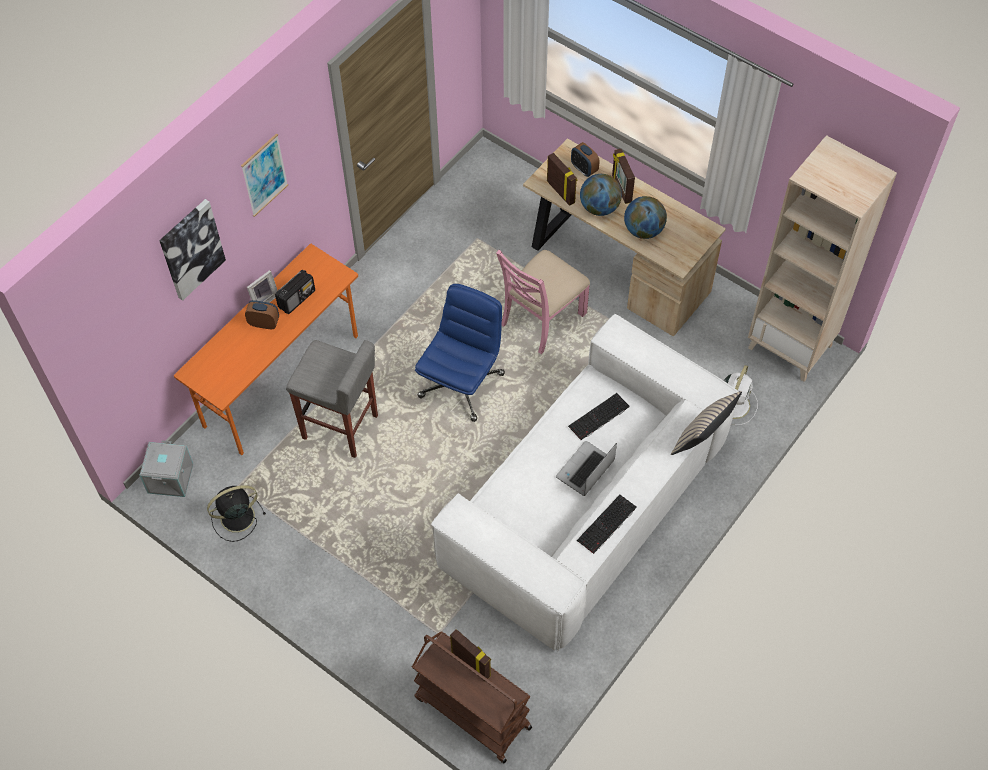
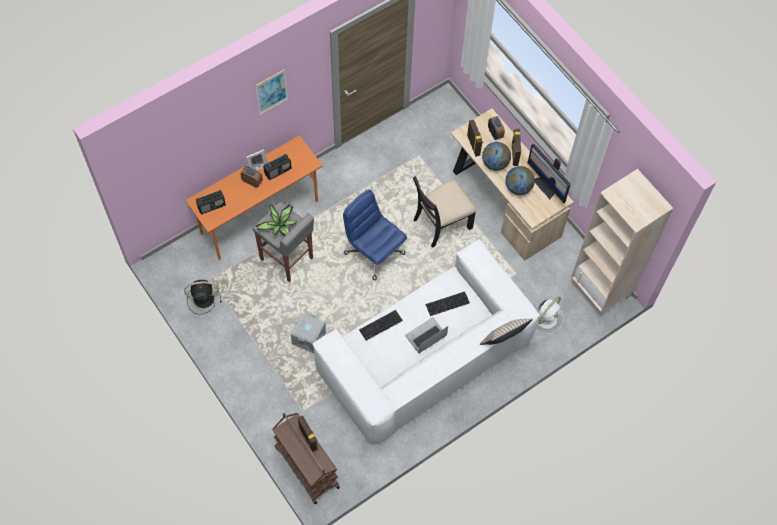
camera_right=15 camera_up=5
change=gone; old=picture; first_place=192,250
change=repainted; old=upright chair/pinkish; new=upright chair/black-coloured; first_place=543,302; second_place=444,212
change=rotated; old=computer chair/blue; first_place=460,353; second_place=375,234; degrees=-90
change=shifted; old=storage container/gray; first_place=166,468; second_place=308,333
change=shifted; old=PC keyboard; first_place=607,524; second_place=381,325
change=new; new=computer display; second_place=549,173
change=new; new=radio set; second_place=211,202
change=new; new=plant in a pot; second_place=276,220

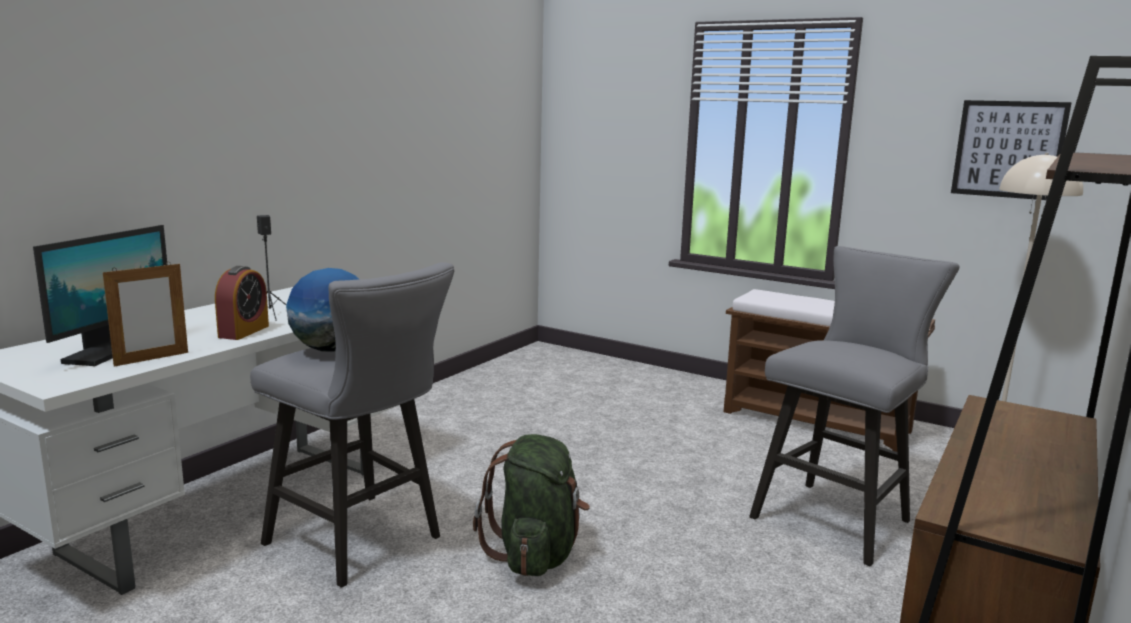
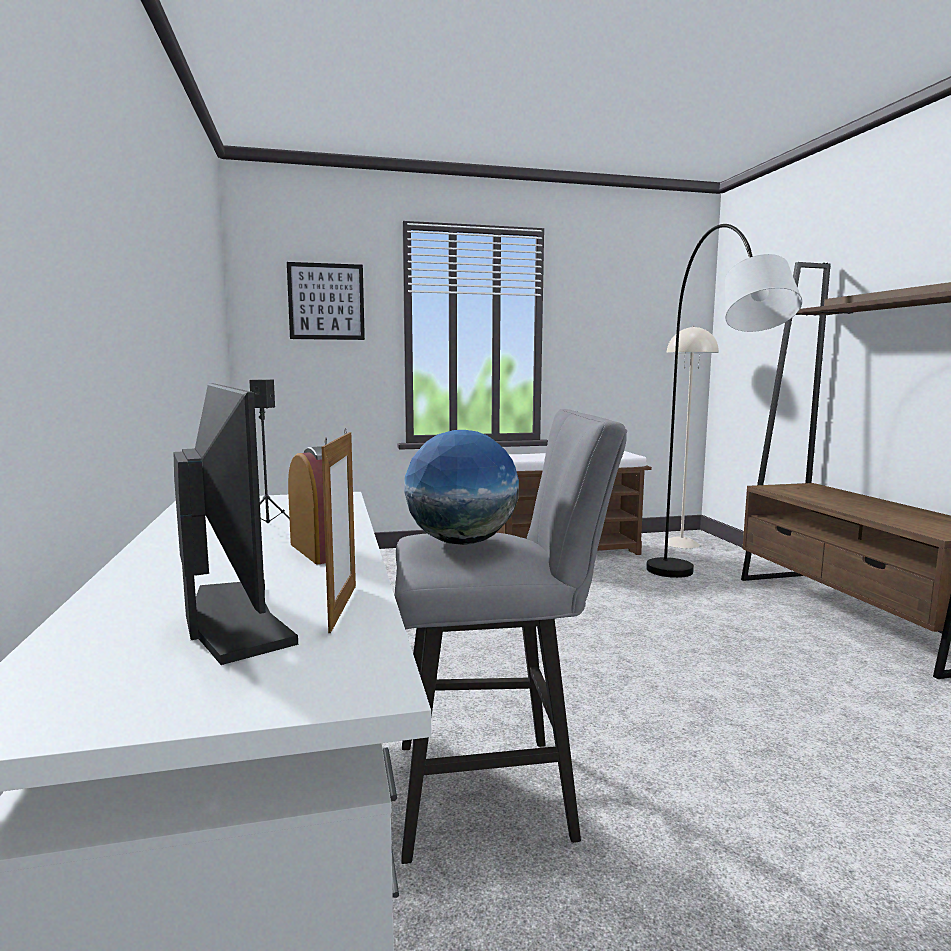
camera_right=-45 camera_up=-5
change=shifted; old=picture; first_place=1011,150; second_place=326,301
change=swapped; old=sitting stool/gray; new=standard lamp/gray; first_place=854,406; second_place=724,401
change=gone; old=backpack/green-coloured; first_place=531,505

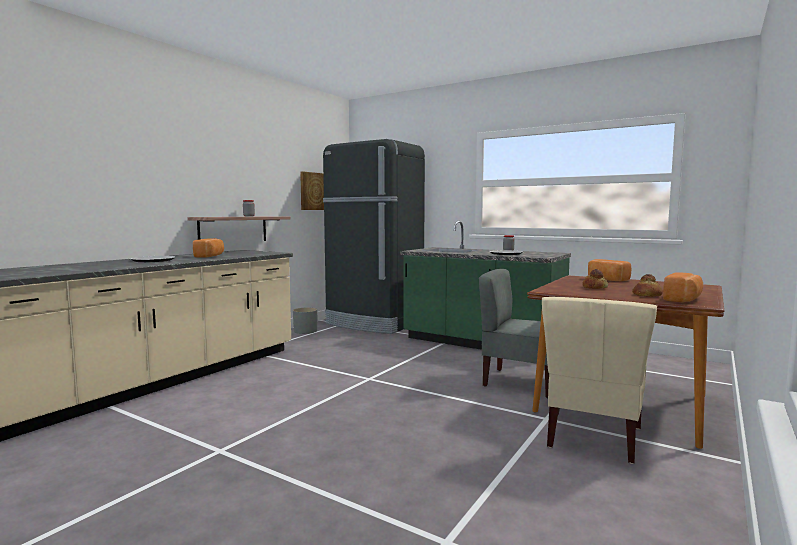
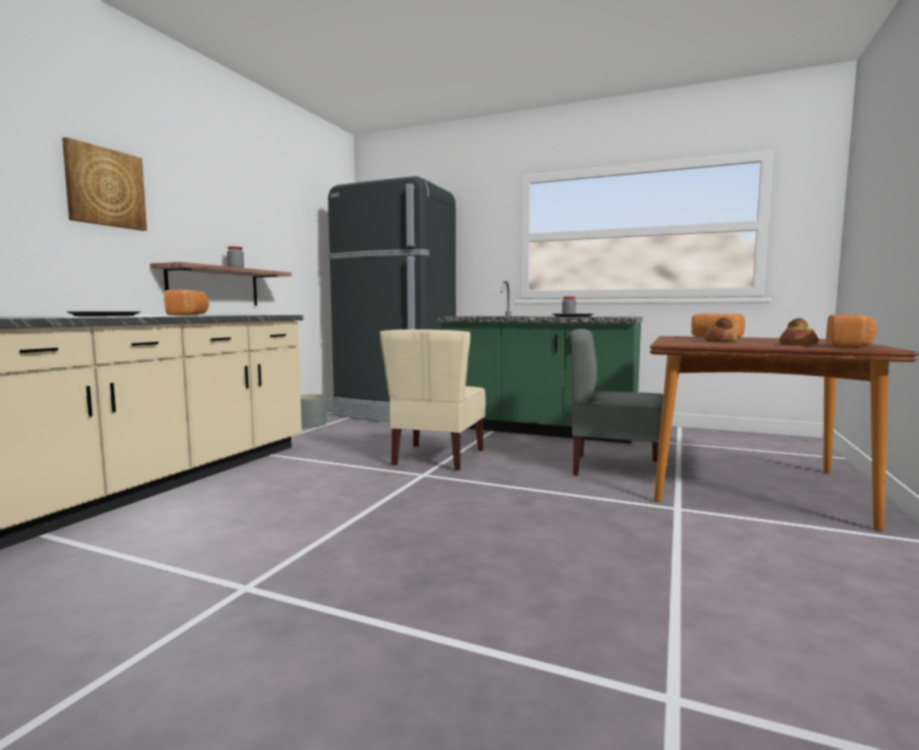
camera_right=-10 camera_up=0
change=shifted; old=picture; first_place=312,191; second_place=104,184
change=shifted; old=upright chair/beige; first_place=599,380; second_place=432,400

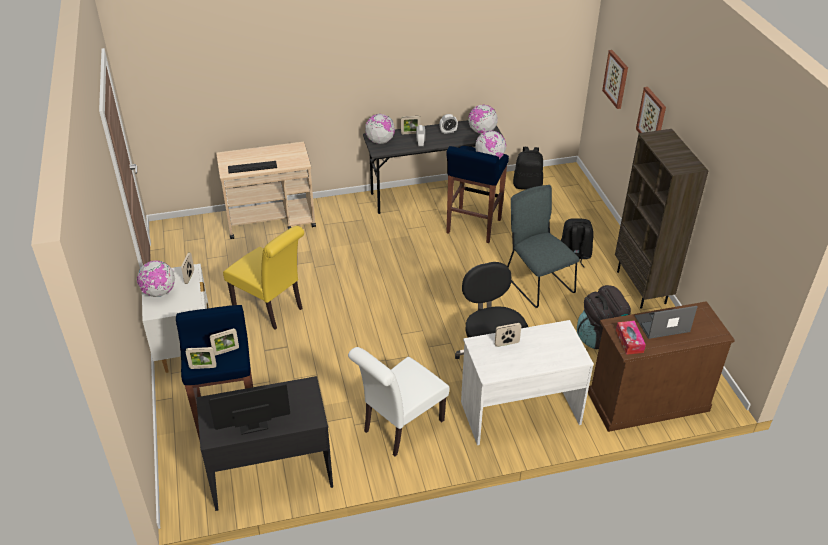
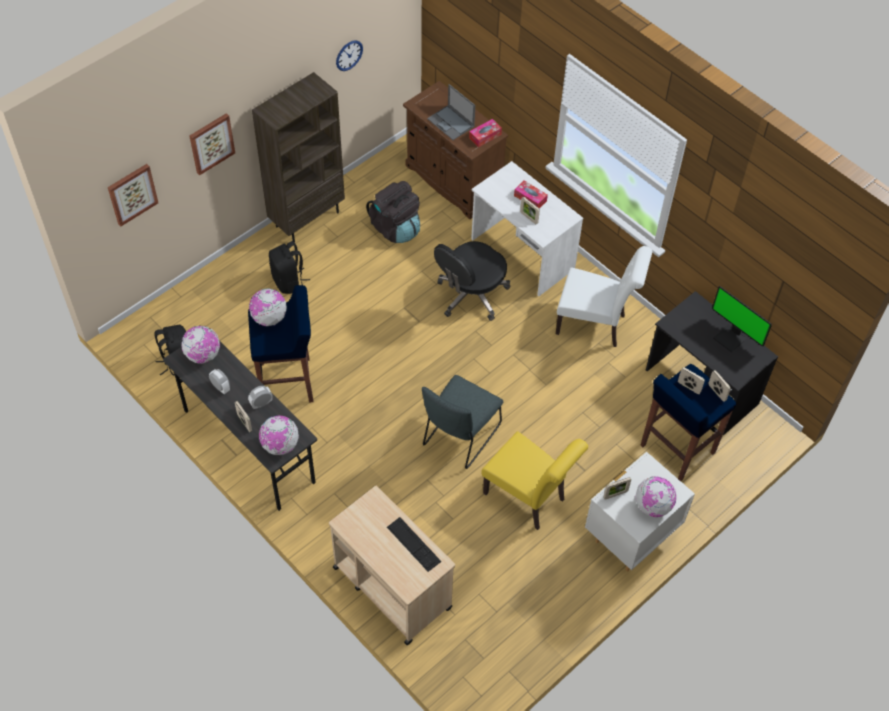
camera_right=-120 camera_up=15
change=shifted; old=upright chair/gray; first_place=543,246; second_place=462,422
change=rotated; old=upright chair/yellow; first_place=263,278; second_place=535,480; degrees=120
change=new; new=wall clock; second_place=349,55
change=new; new=tissue holder; second_place=531,194

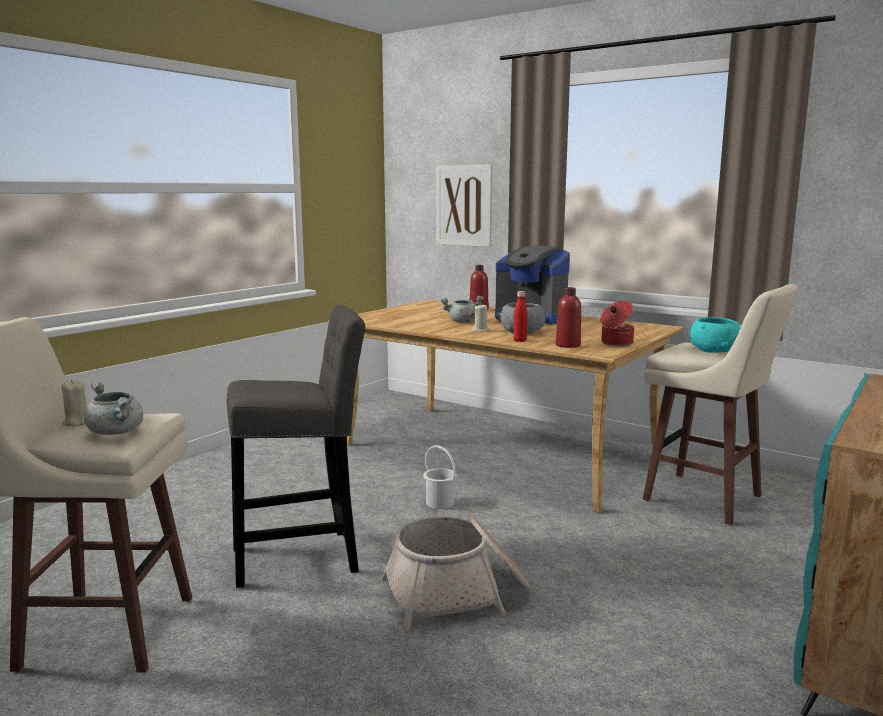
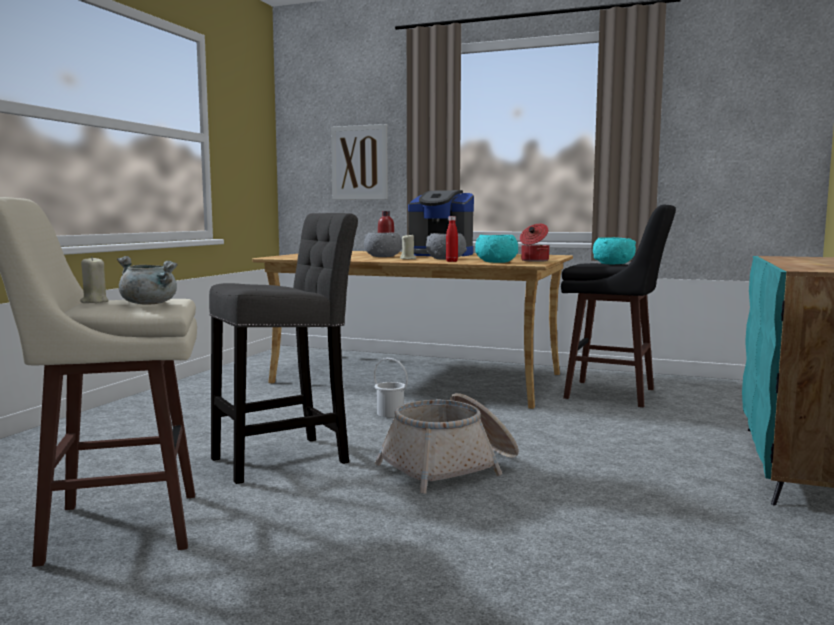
camera_right=-15 camera_up=-5
change=repainted; old=sitting stool/beige; new=sitting stool/black-coloured; first_place=721,404; second_place=618,306
change=swapped; old=bottle/red-coloured; new=bowl/turquoise; first_place=568,317; second_place=496,249
change=swapped; old=stockpot/gray; new=bowl/gray; first_place=462,309; second_place=383,244

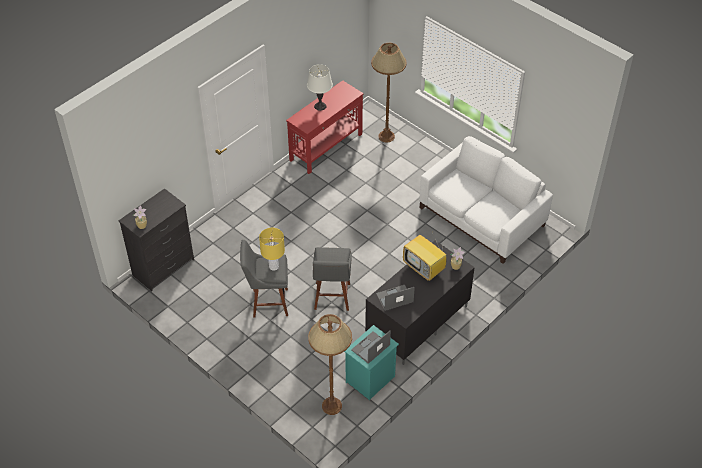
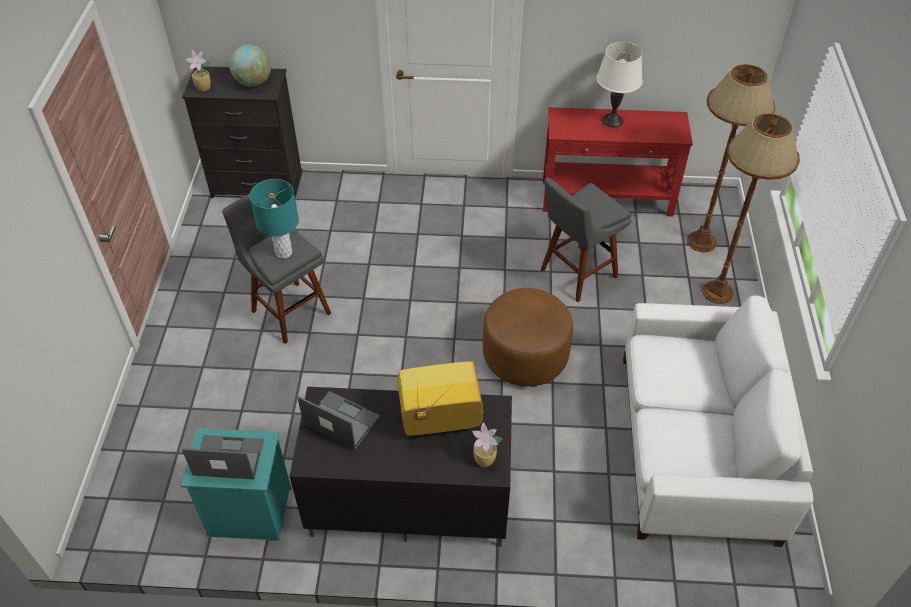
camera_right=50 camera_up=0
change=repainted; old=table lamp/yellow; new=table lamp/turquoise; first_place=272,249; second_place=274,219
change=rotated; old=television; first_place=425,256; second_place=440,398; degrees=75
change=shifted; old=sitting stool/gray; first_place=332,279; second_place=586,240
change=shifted; old=standard lamp/brown; first_place=330,364; second_place=751,208
change=new; new=desk globe; second_place=250,65
change=new; new=ottoman/brown; second_place=528,337

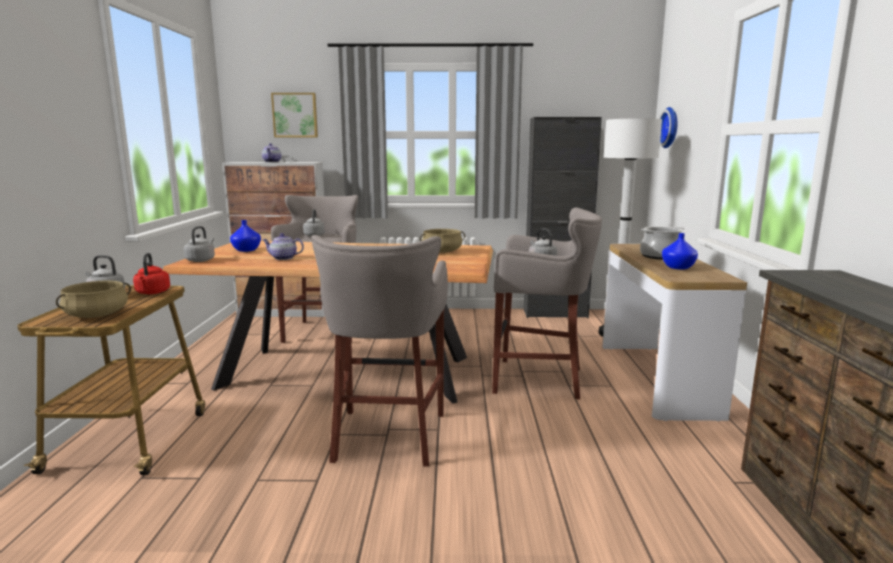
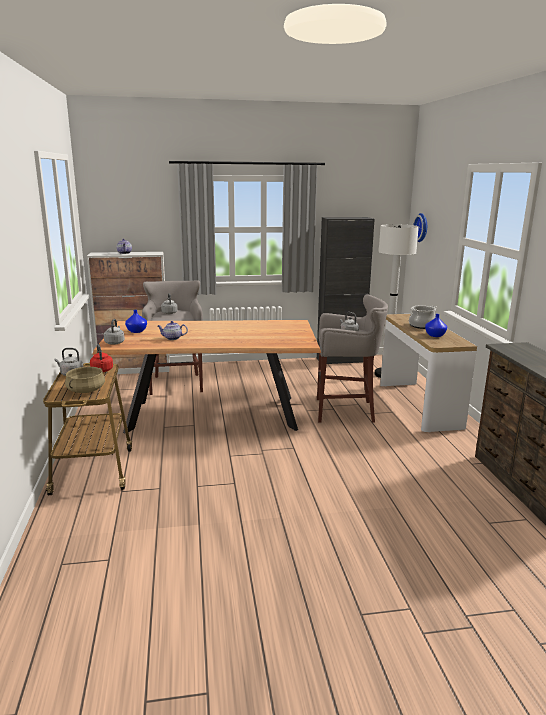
camera_right=-10 camera_up=5
change=gone; old=picture; first_place=294,115
change=gone; old=stockpot/beige; first_place=442,241
change=gone; old=sitting stool/gray; first_place=379,350

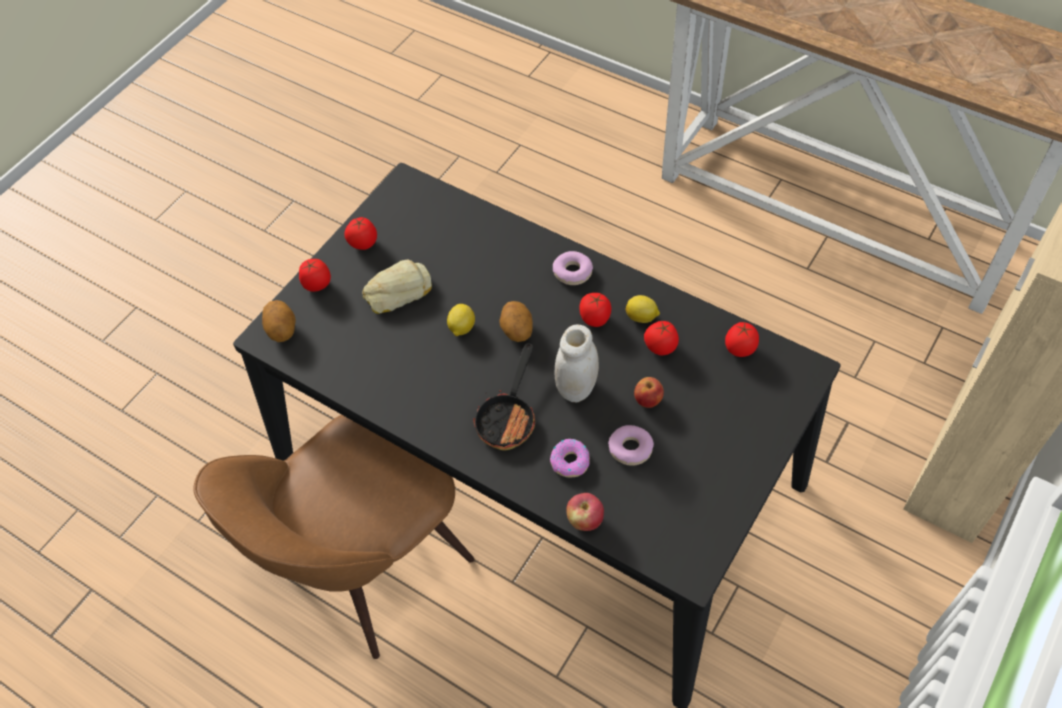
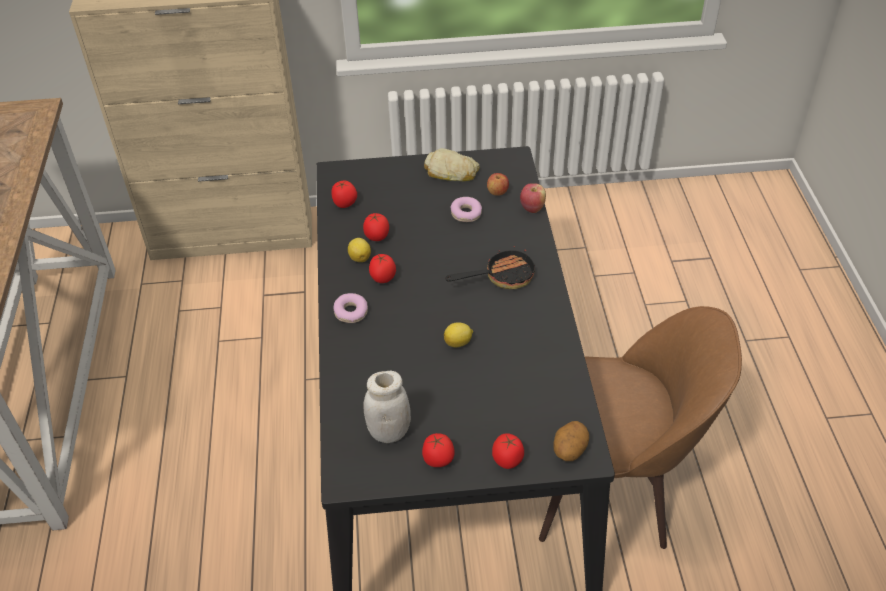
camera_right=-130 camera_up=-10
change=shifted; old=bread; first_place=397,286; second_place=452,164
change=gone; old=potato; first_place=516,321
change=shifted; old=preserve jar/whitish; first_place=577,363; second_place=387,407
change=shifted; old=apple; first_place=649,392; second_place=498,184
change=gone; old=ring doughnut; first_place=570,458

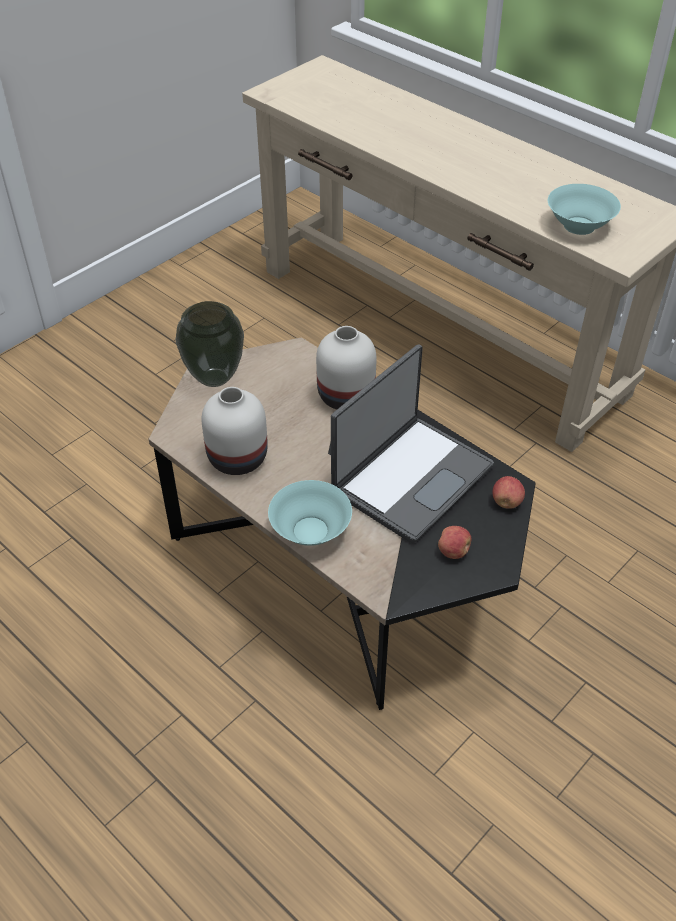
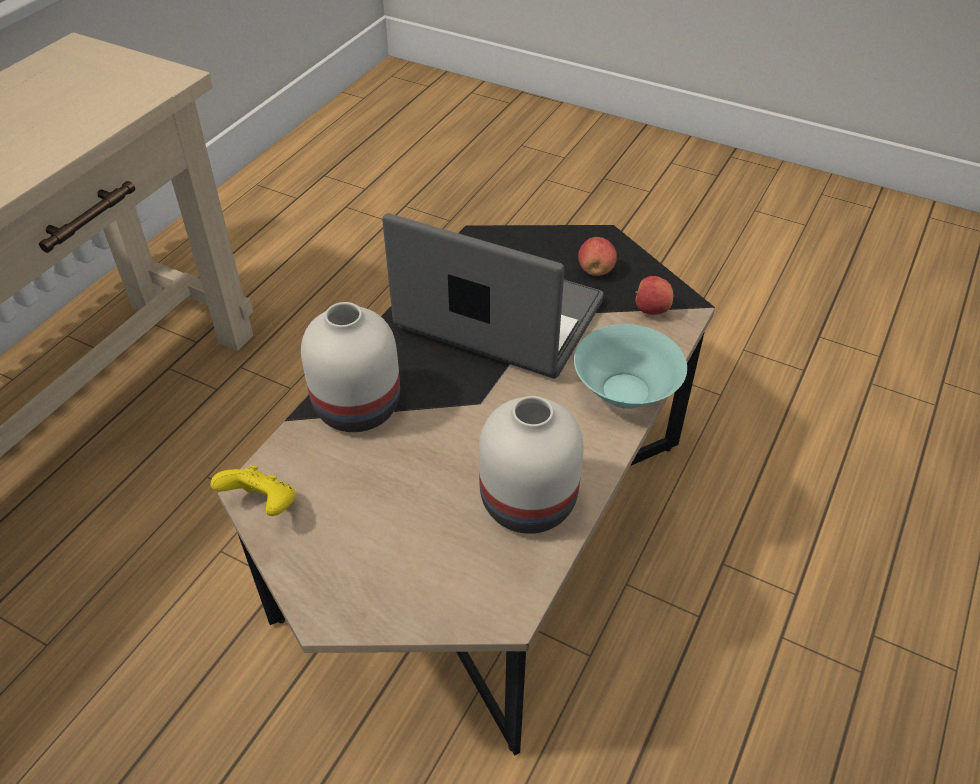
camera_right=-105 camera_up=0
change=gone; old=bowl/turquoise; first_place=584,209
change=gone; old=flower vase; first_place=210,344
change=shifted; old=apple; first_place=508,492; second_place=654,295
change=new; new=gamepad/yellow; second_place=253,490

